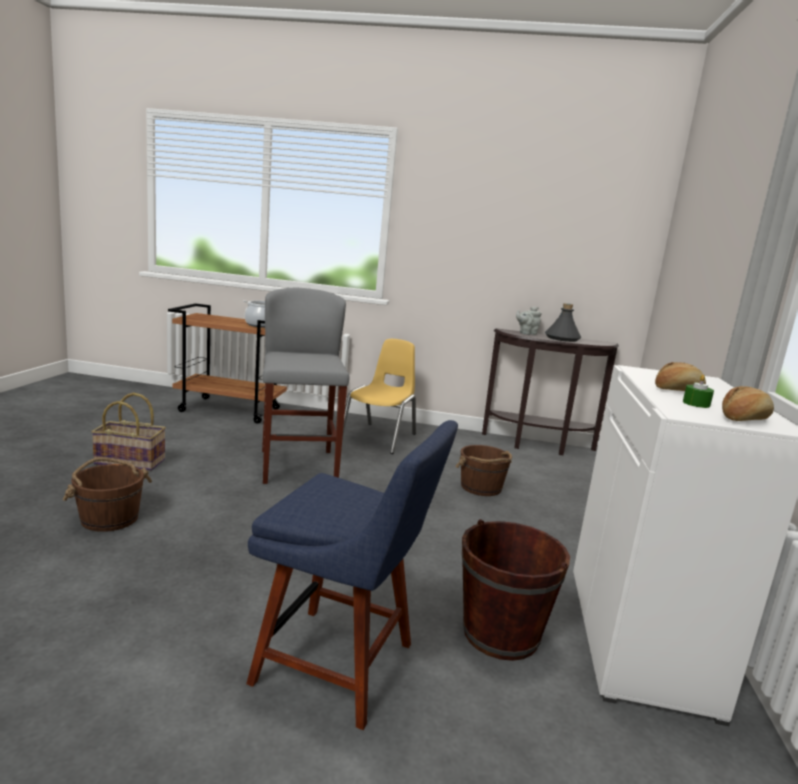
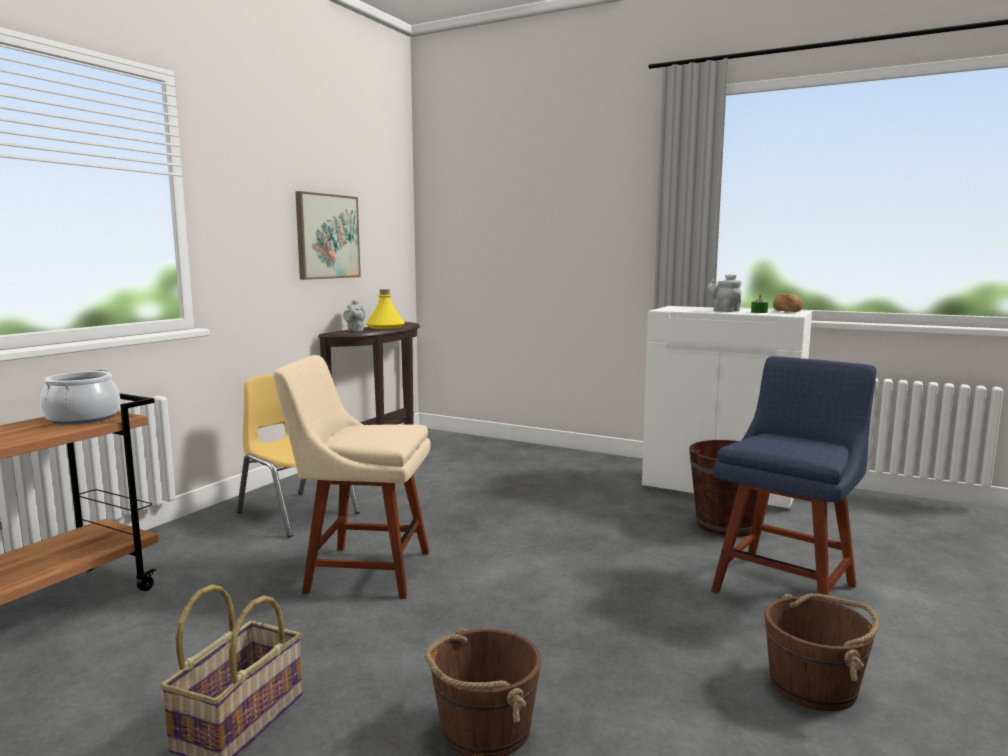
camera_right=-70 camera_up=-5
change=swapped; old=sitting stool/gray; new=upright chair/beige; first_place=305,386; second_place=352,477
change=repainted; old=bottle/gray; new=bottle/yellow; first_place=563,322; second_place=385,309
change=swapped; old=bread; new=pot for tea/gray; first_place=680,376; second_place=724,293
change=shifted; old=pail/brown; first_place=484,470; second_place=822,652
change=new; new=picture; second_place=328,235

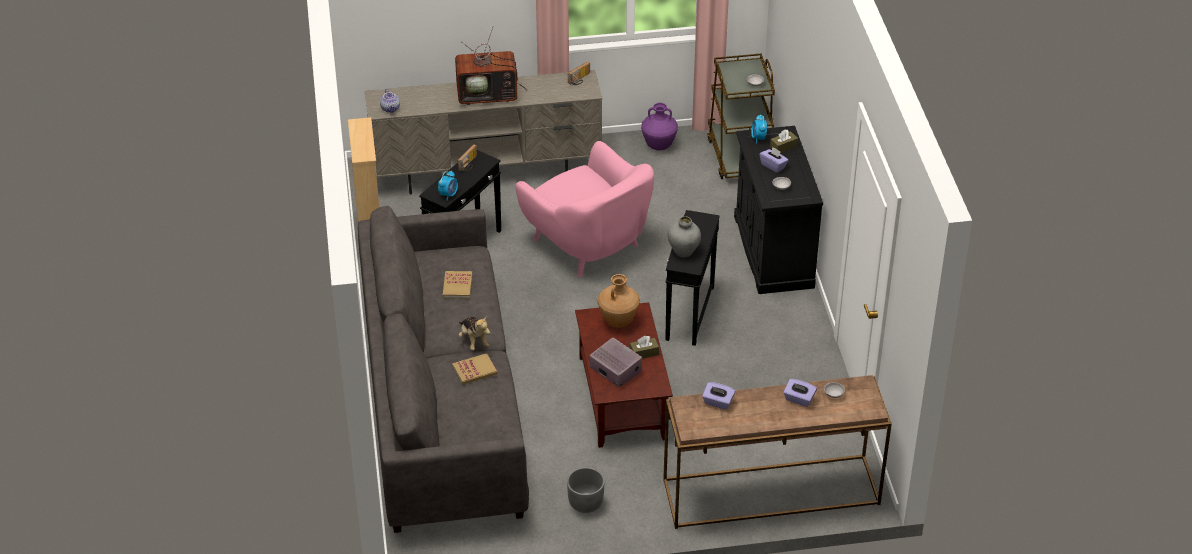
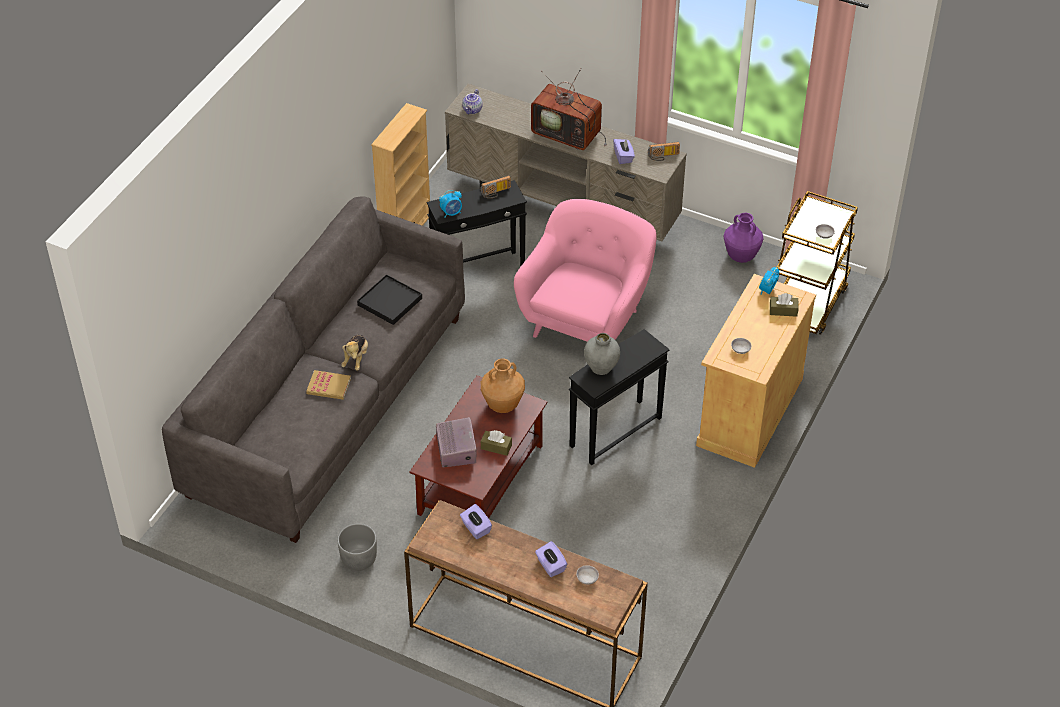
camera_right=35 camera_up=5
change=repainted; old=cupboard/black-coloured; new=cupboard/beige; first_place=778,210; second_place=756,371
change=rotated; old=easy chair/pinkish; first_place=584,209; second_place=585,270; degrees=-150
change=shifted; old=tissue holder/purple-coloured; first_place=774,160; second_place=624,151
change=swapped; old=volume; new=serving tray/black-coloured; first_place=457,285; second_place=389,299

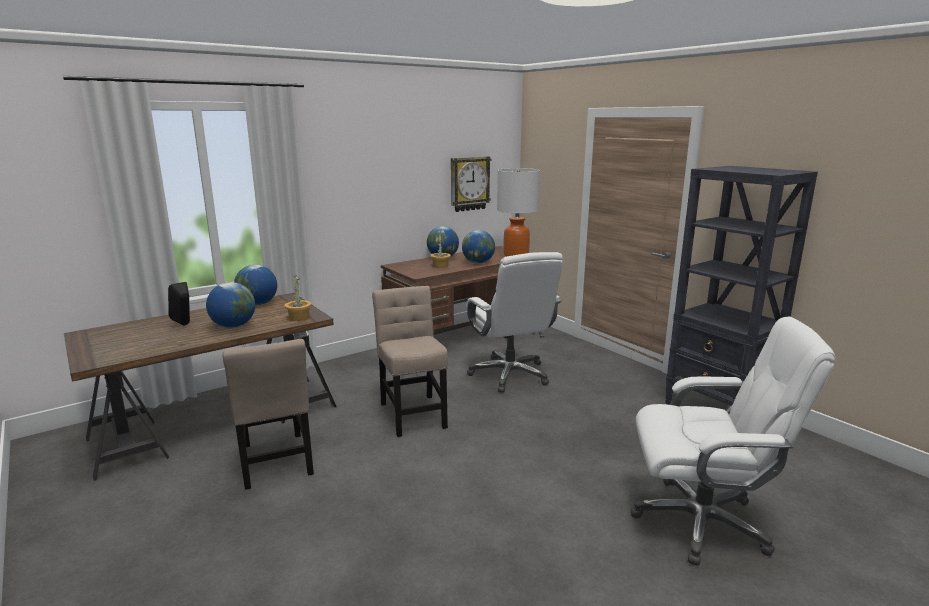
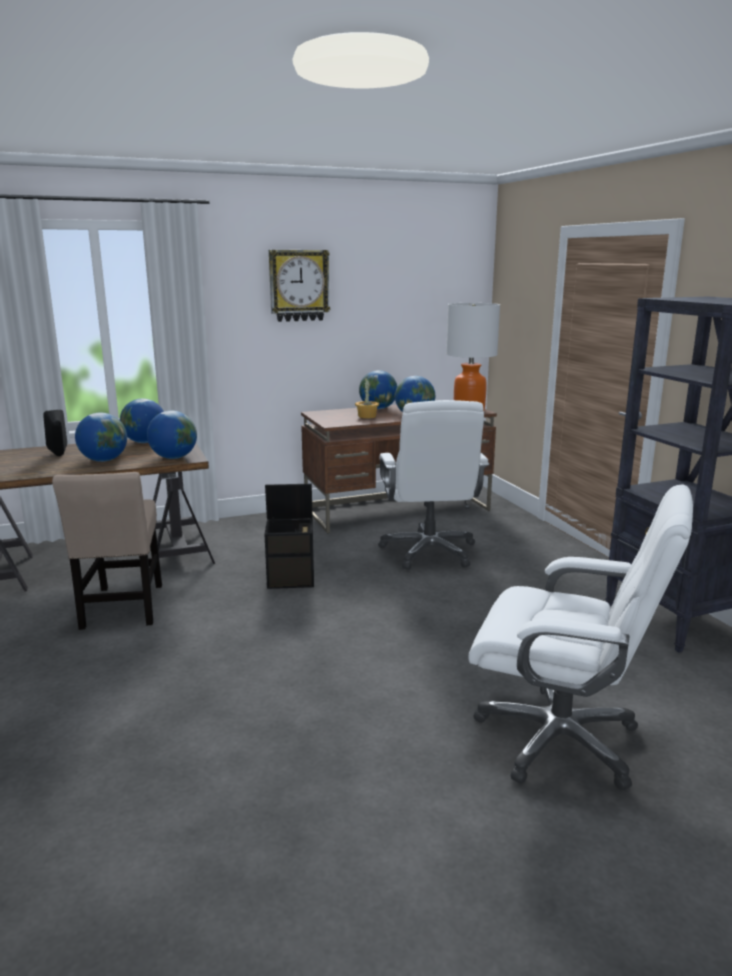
camera_right=15 camera_up=0
change=shifted; old=wall clock; first_place=471,184; second_place=299,286
change=swapped; old=plant in a pot; new=desk globe; first_place=298,298; second_place=172,434
change=swapped; old=upright chair/beige; new=storage container/black-coloured; first_place=410,361; second_place=289,536

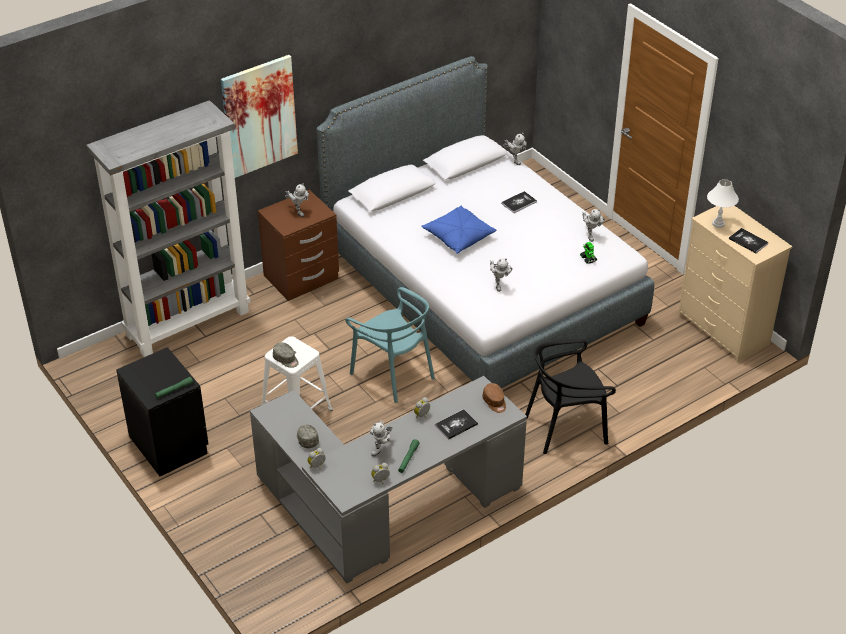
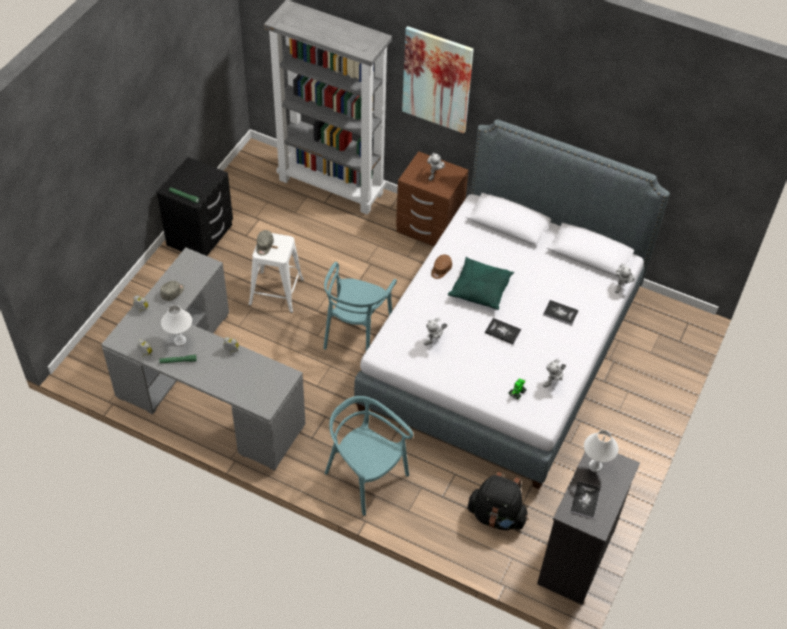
camera_right=60 camera_up=10
change=repainted; old=cushion/blue; new=cushion/green-coloured; first_place=458,230; second_place=481,283
change=repainted; old=chest of drawers/beige; new=chest of drawers/black-coloured; first_place=735,284; second_place=588,528
change=repainted; old=upright chair/black-coloured; new=upright chair/turquoise; first_place=570,396; second_place=369,456
change=shifted; old=cap/brown; first_place=494,398; second_place=441,267
change=shifted; old=volume; first_place=456,424; second_place=503,331
change=swapped; old=model robot; new=table lamp/whitish; first_place=381,438; second_place=176,325
change=new; new=backpack/black-coloured; second_place=498,501

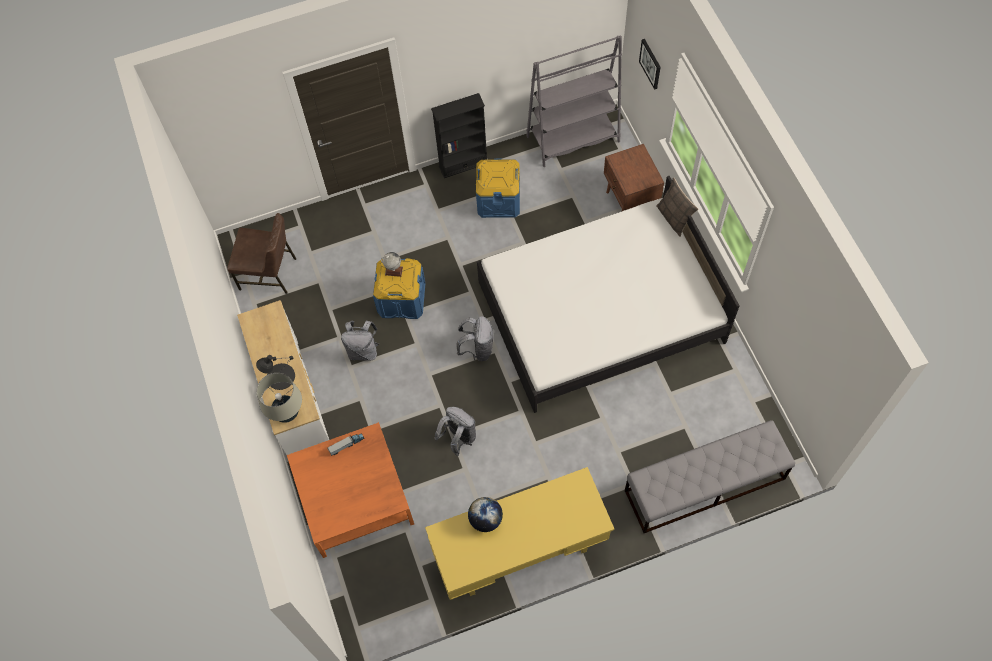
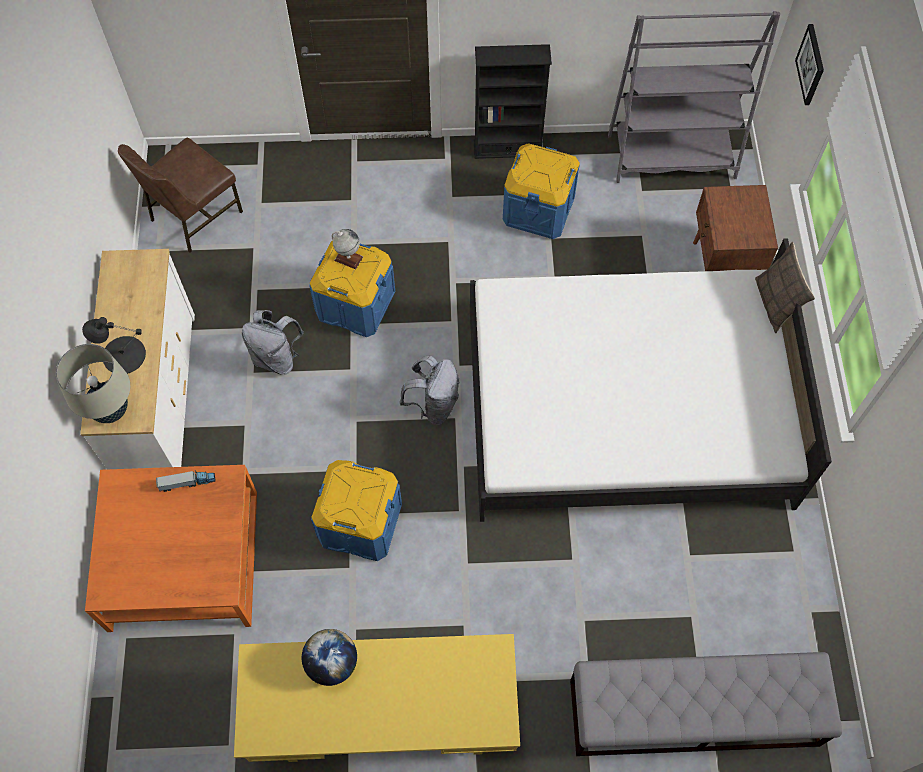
camera_right=15 camera_up=0
change=rotated; old=upright chair/brown; first_place=261,253; second_place=180,195; degrees=105
change=swapped; old=backpack/gray; new=storage container/blue; first_place=455,431; second_place=356,510

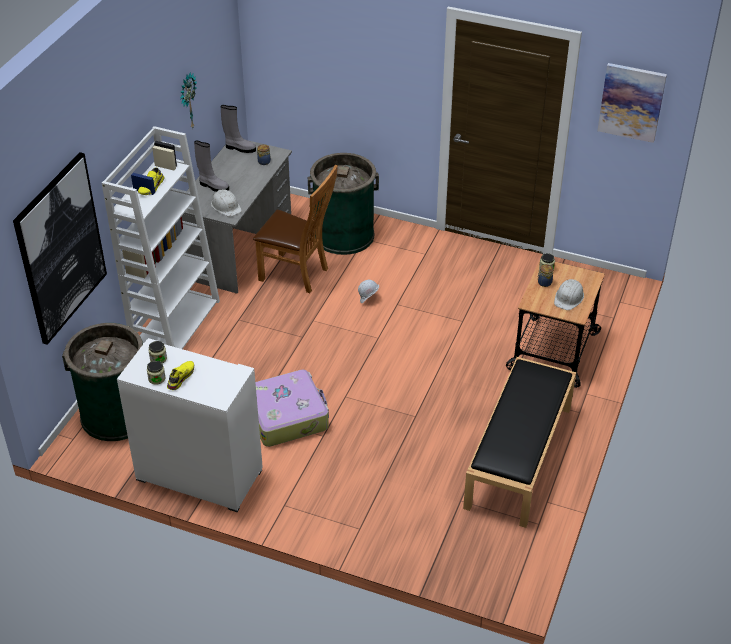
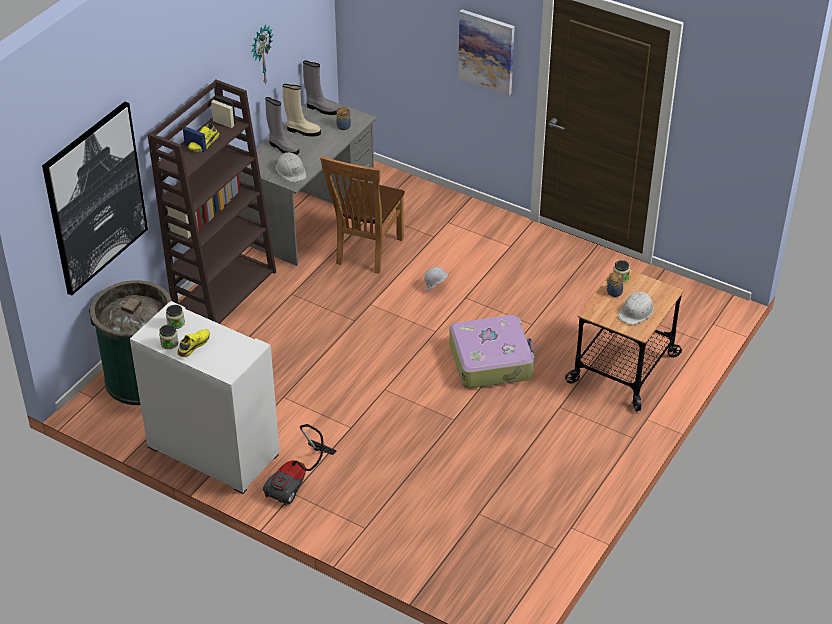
camera_right=10 camera_up=0
change=shifted; old=picture; first_place=632,103; second_place=486,52
change=repainted; old=shelving unit/whitish; new=shelving unit/brown; first_place=161,237; second_place=212,202
change=gone; old=rubbish bin/green-coloured; first_place=343,204
change=rotated; old=upright chair/brown; first_place=295,229; second_place=362,215; degrees=75
change=gone; old=indoor bench/black-coloured; first_place=519,442
change=shifted; old=piece of luggage; first_place=292,408; second_place=492,352
change=new; new=tall boot/beige; second_place=302,110
change=new; new=hoover; second_place=300,465

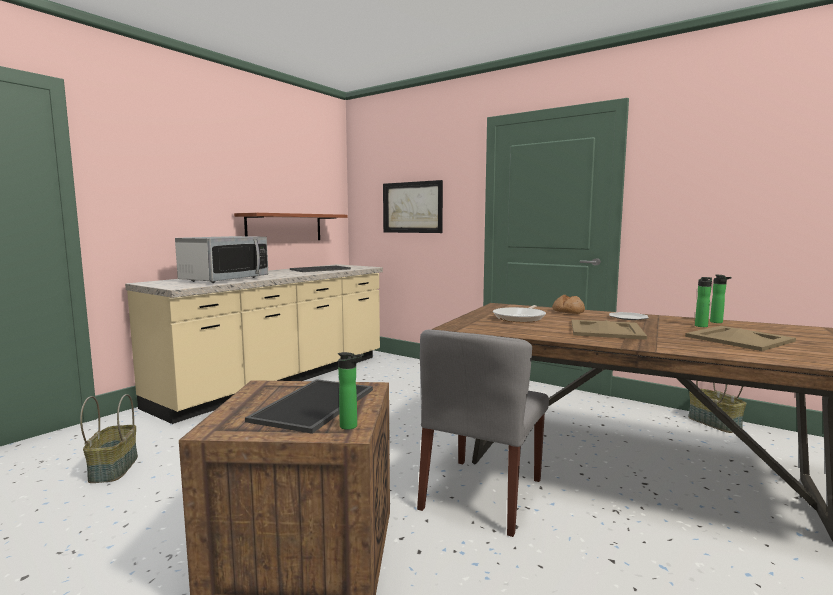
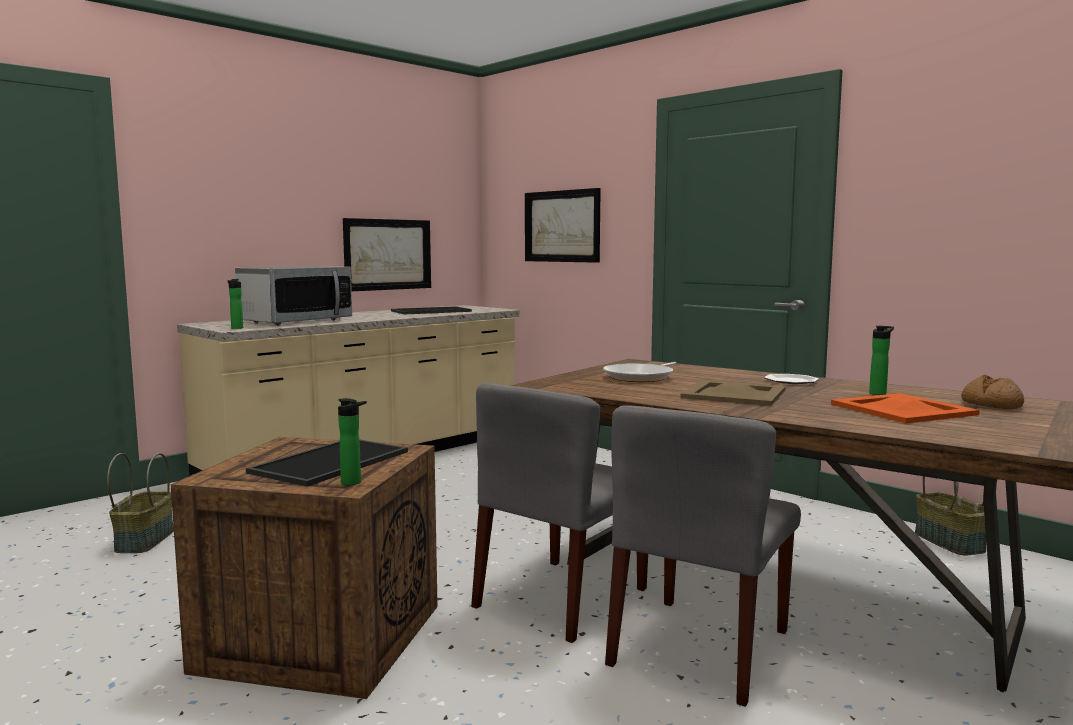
camera_right=10 camera_up=0
change=swapped; old=shelf; new=picture; first_place=291,226; second_place=387,254
change=shifted; old=bottle; first_place=720,299; second_place=235,304
change=shifted; old=bread; first_place=568,304; second_place=992,392
change=repainted; old=serving tray/beige; new=serving tray/orange-coloured; first_place=740,338; second_place=905,408
change=new; new=upright chair/gray; second_place=703,556

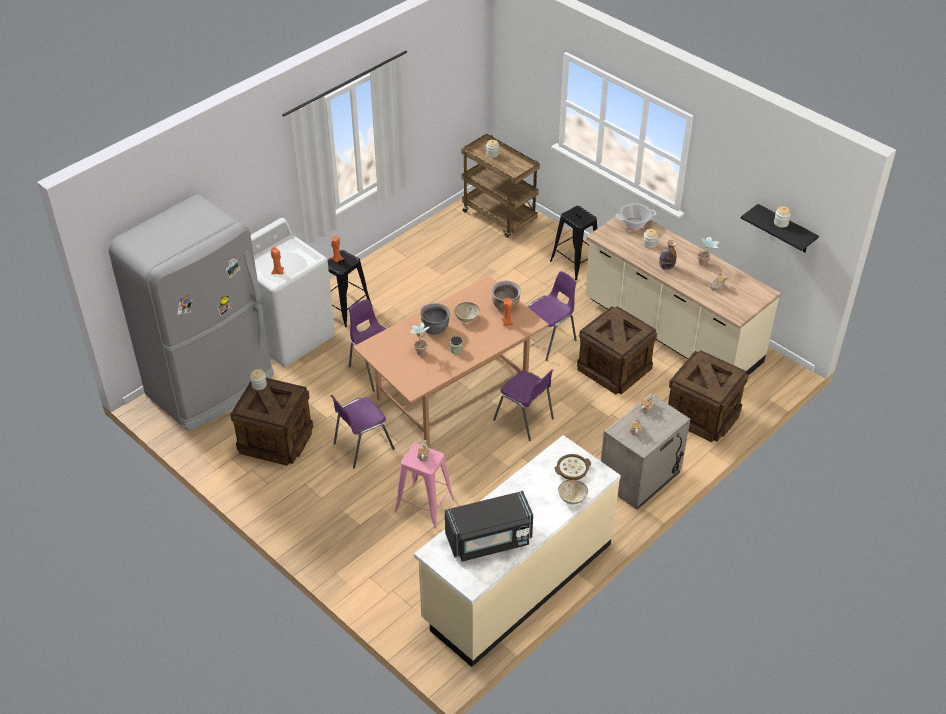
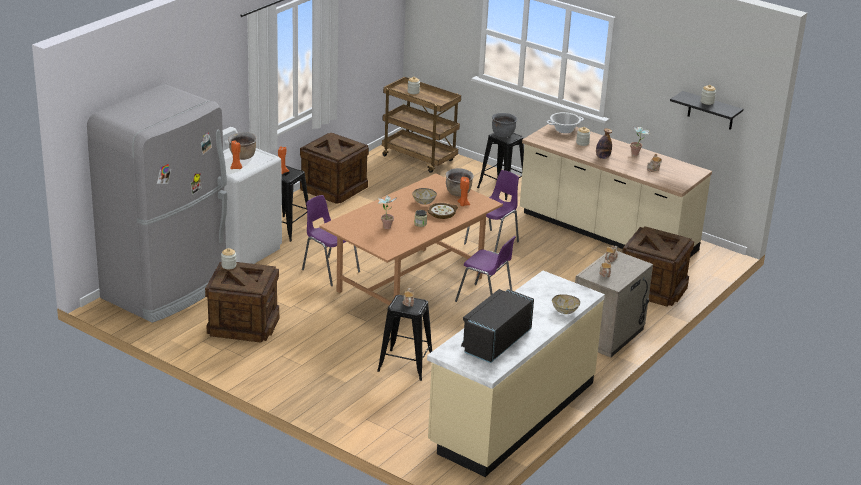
camera_right=-10 camera_up=-15
change=shifted; old=stockpot/gray; first_place=435,319; second_place=504,125
change=shifted; old=crate; first_place=617,350; second_place=334,168
change=gone; old=upright chair/purple-coloured; first_place=362,431
change=repainted; old=sitting stool/pinkish; new=sitting stool/black-coloured; first_place=424,485; second_place=404,338
change=shifted; old=bowl; first_place=573,467; second_place=442,211
change=rotated; old=kitchen microwave/black-coloured; first_place=489,526; second_place=497,326; degrees=150
change=new; new=stockpot/brown; second_place=242,146

